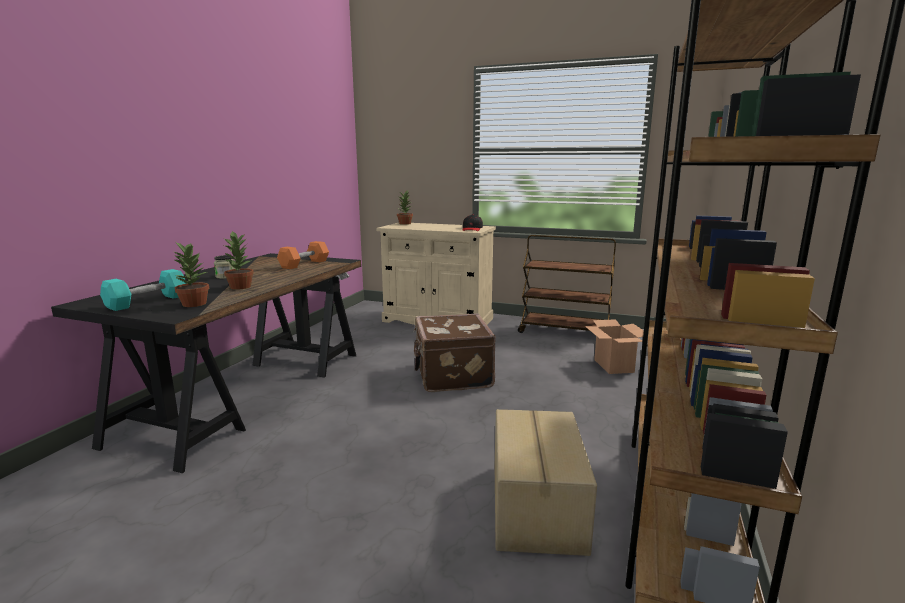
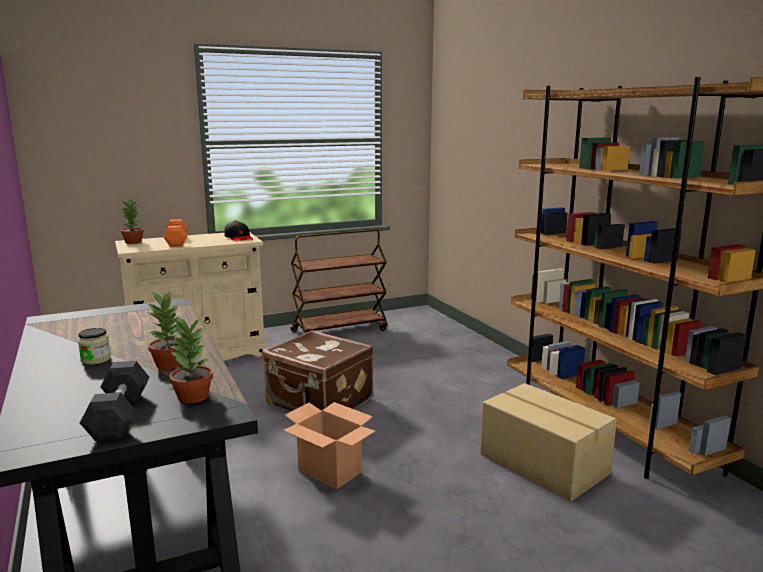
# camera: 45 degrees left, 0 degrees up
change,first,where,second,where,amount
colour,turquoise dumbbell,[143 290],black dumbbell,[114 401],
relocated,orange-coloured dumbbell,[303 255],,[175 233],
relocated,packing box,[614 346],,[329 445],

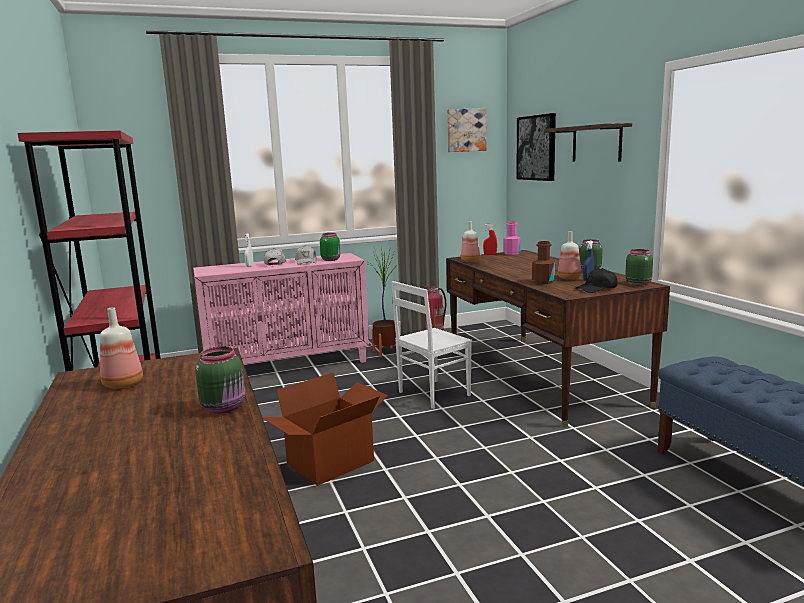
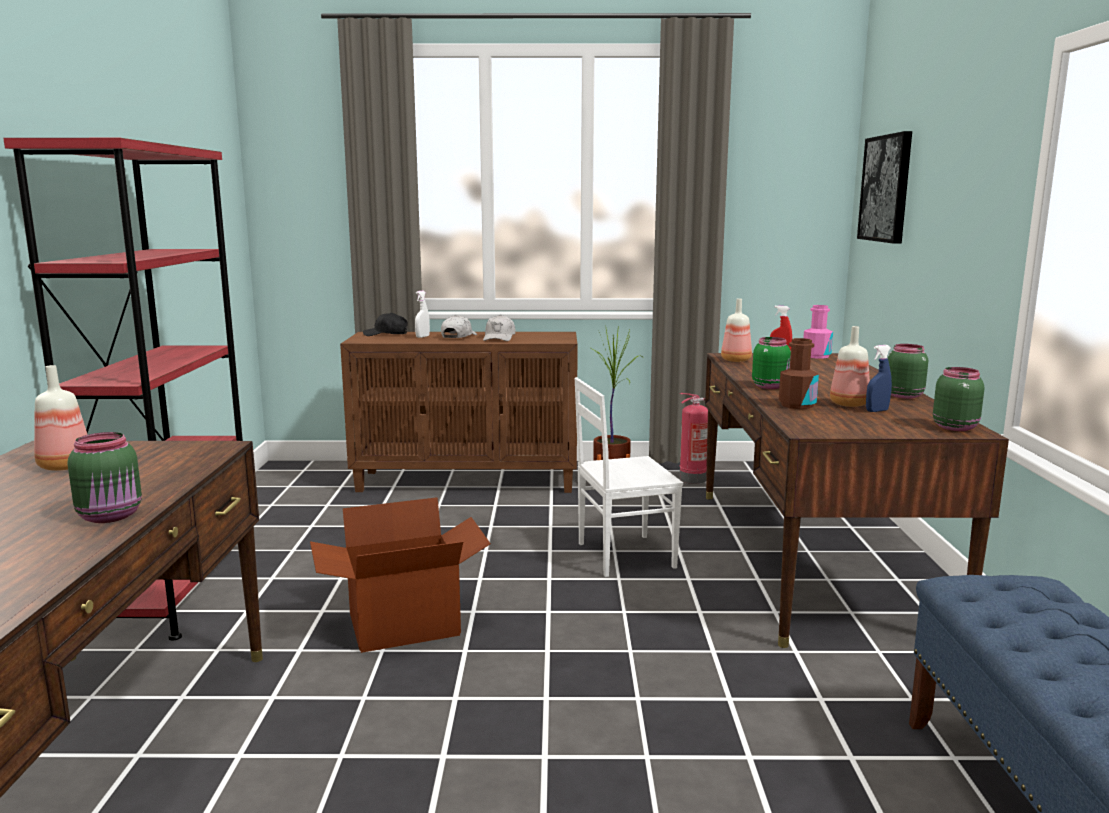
# camera: 20 degrees right, 0 degrees up
change,first,where,second,where,amount
colour,pink storage cabinet,[281 308],brownish storage cabinet,[459 412],
relocated,green-coloured jar,[330 247],,[771 363],
missing,wall art,[466 130],,,
missing,shelf,[588 142],,,
relocated,black cap,[597 280],,[385 324],

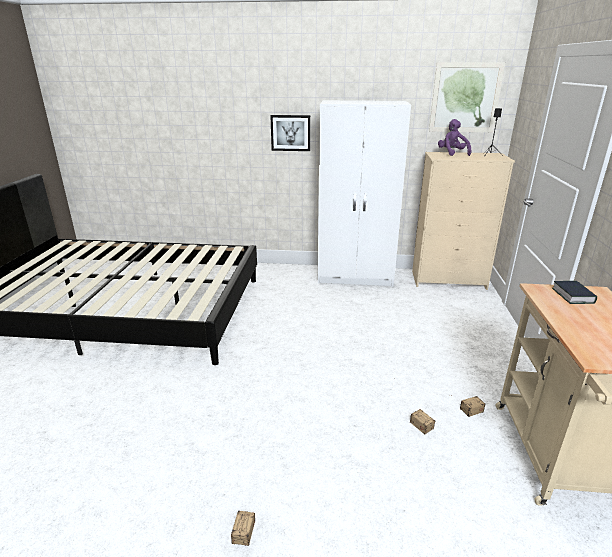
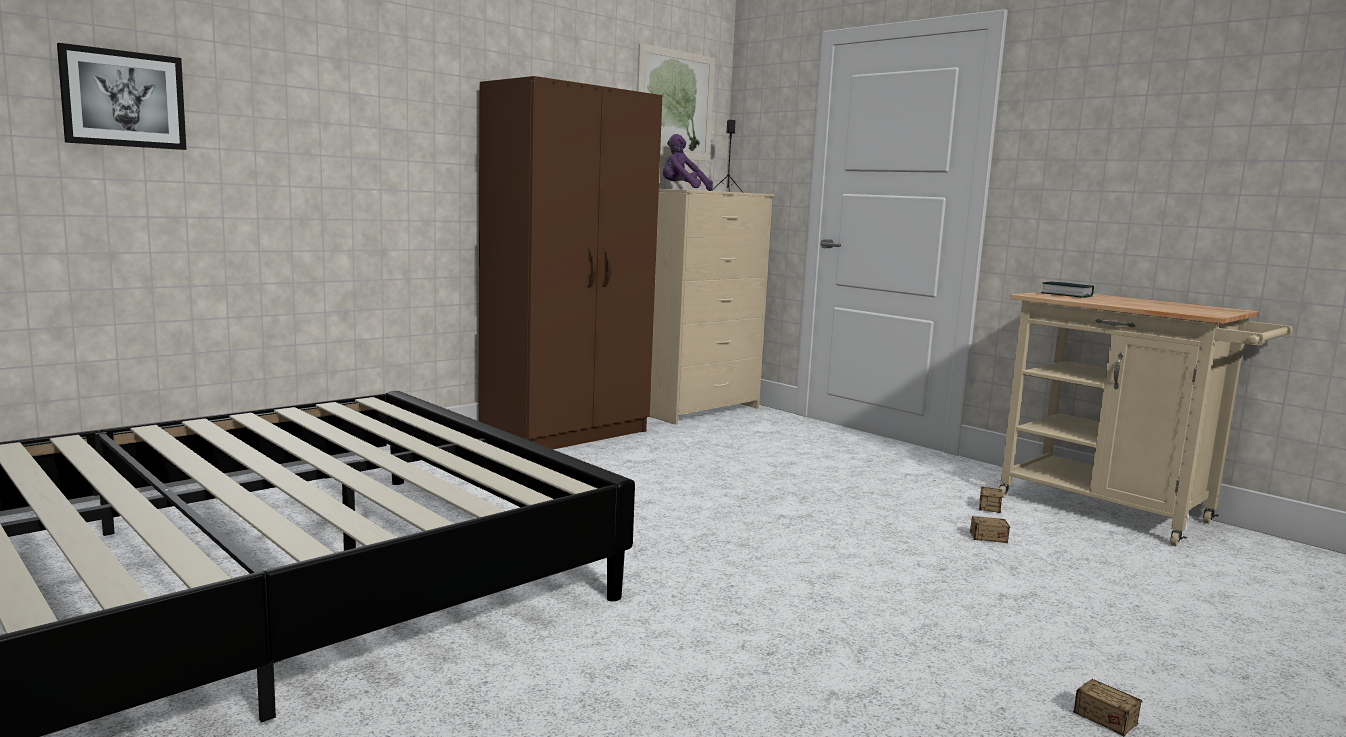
# camera: 50 degrees left, 15 degrees down
change,first,where,second,where,amount
relocated,wall art,[290 133],,[121 96],
colour,white armoire,[364 193],brownish armoire,[570 262],

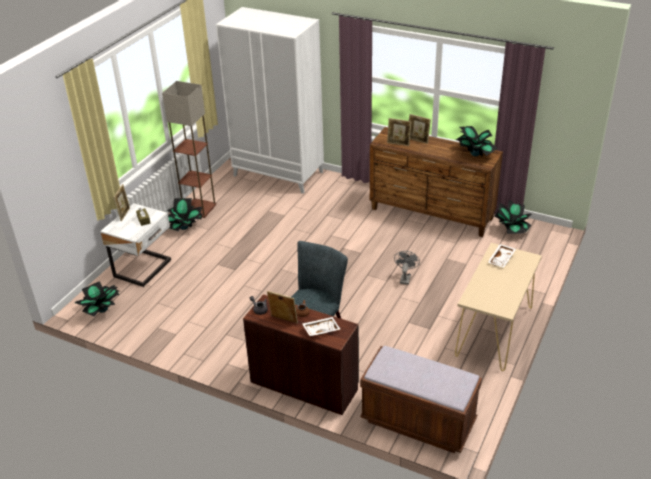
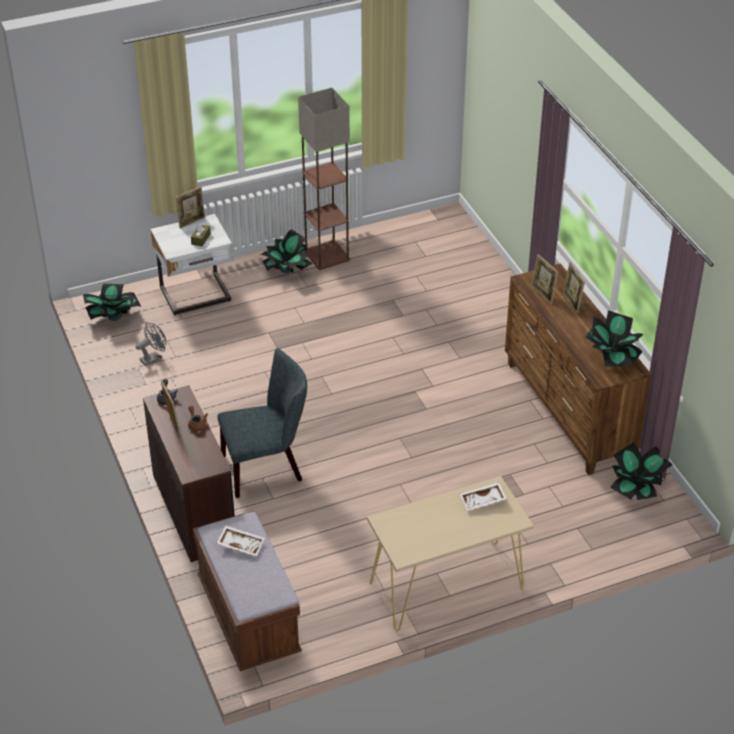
# camera: 40 degrees right, 5 degrees up
change,first,where,second,where,amount
missing,white armoire,[270 100],,,
relocated,white serving tray,[321 326],,[241 541],
relocated,grey electric fan,[407 268],,[151 344],

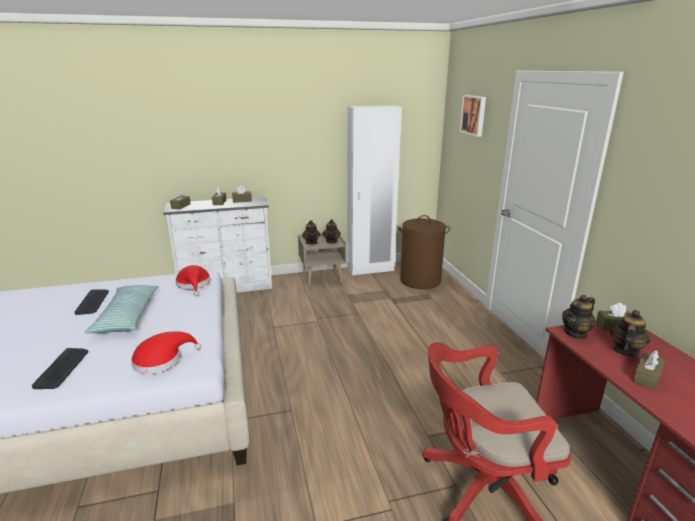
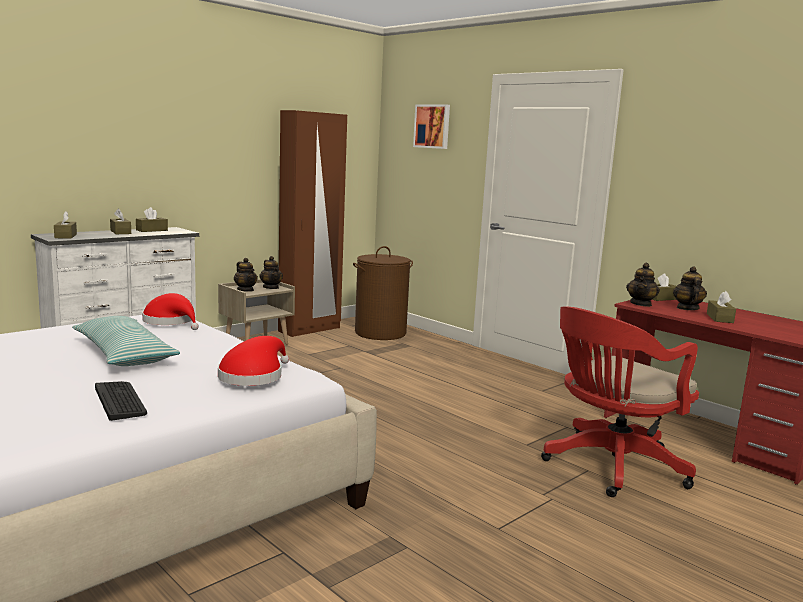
# camera: 30 degrees left, 10 degrees down
change,first,where,second,where,amount
missing,computer keyboard,[92 302],,,
colour,white armoire,[375 190],brownish armoire,[312 223],

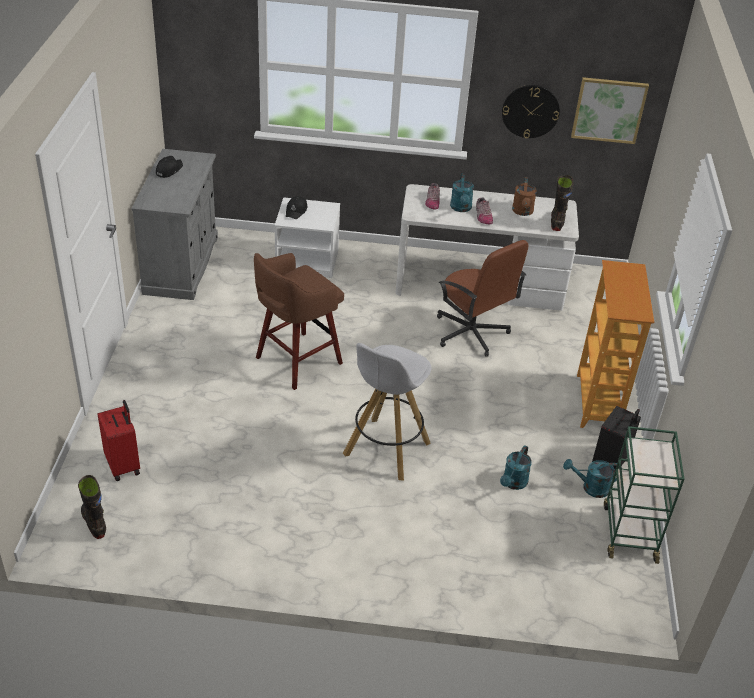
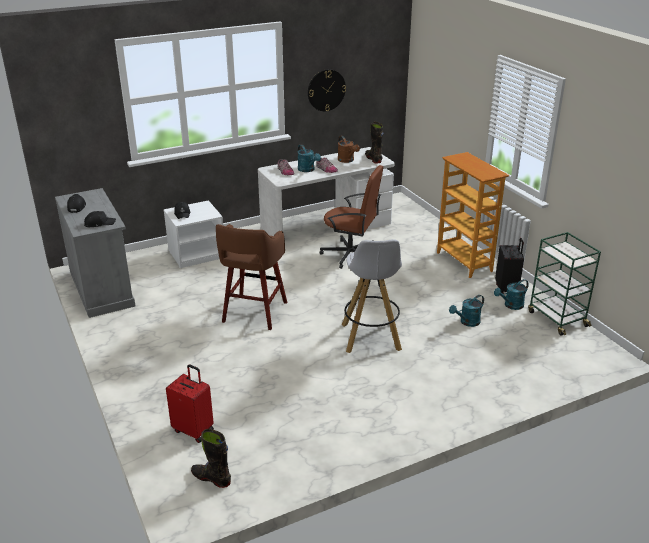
# camera: 30 degrees left, 10 degrees down
change,first,where,second,where,amount
spun,turquoise watering pot,[516 467],,[466 311],60 degrees clockwise
missing,wall art,[610 110],,,
appeared,,,black cap,[100 219],

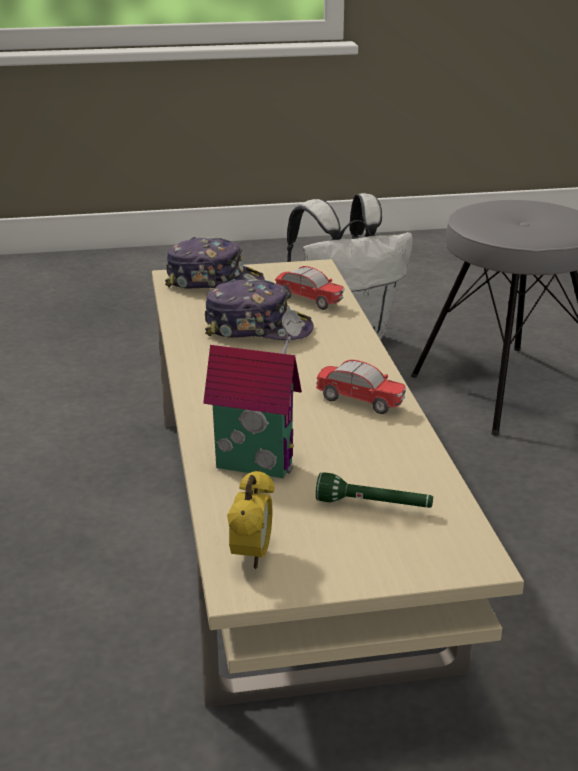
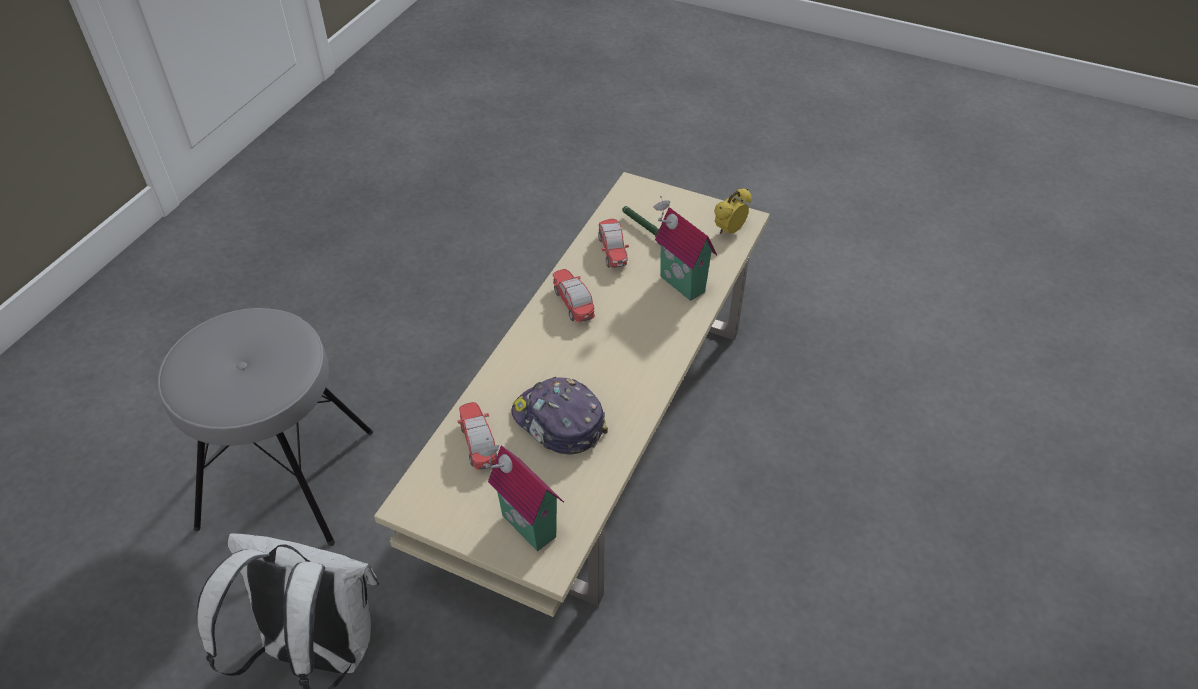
# camera: 145 degrees left, 20 degrees up
change,first,where,second,where,amount
exchanged,cap,[215 262],model house,[521 494],
appeared,,,model car,[613 243],

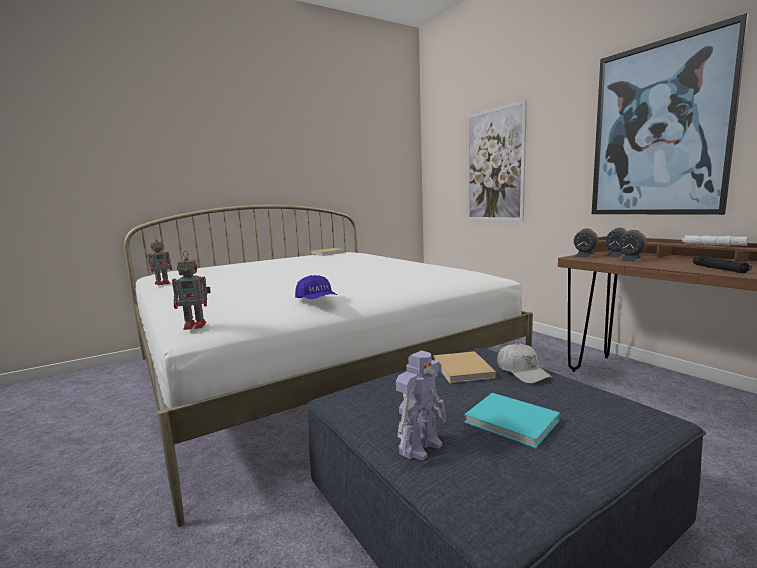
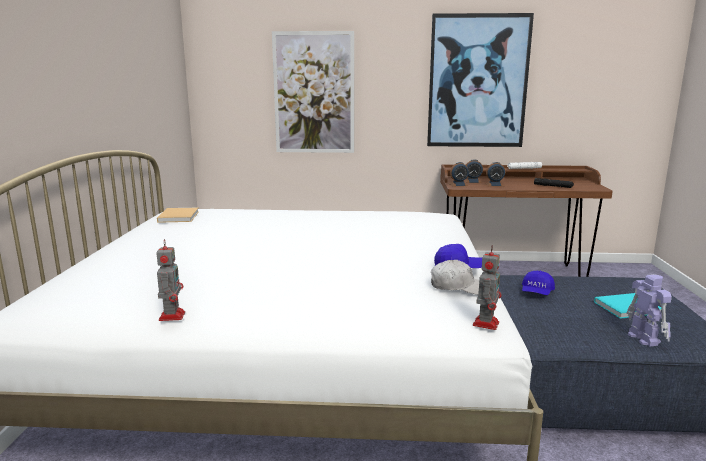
# camera: 55 degrees left, 5 degrees up
change,first,where,second,where,amount
exchanged,sand-coloured book,[464 367],blue cap,[538 283],
relocated,white cap,[524 363],,[455 277],

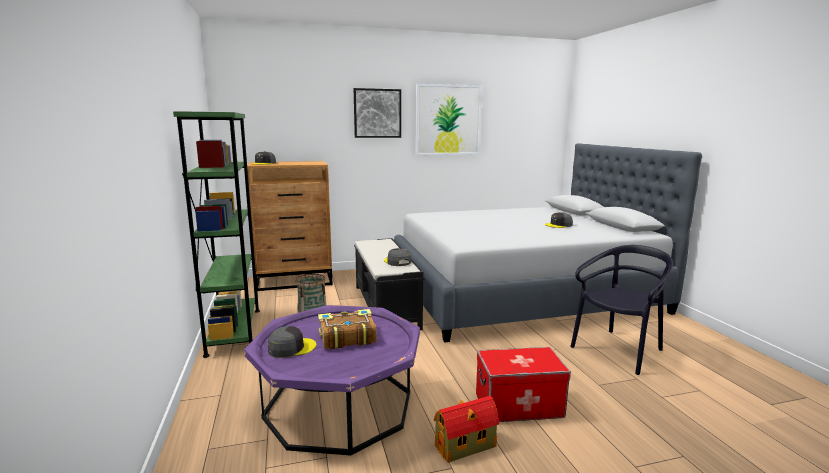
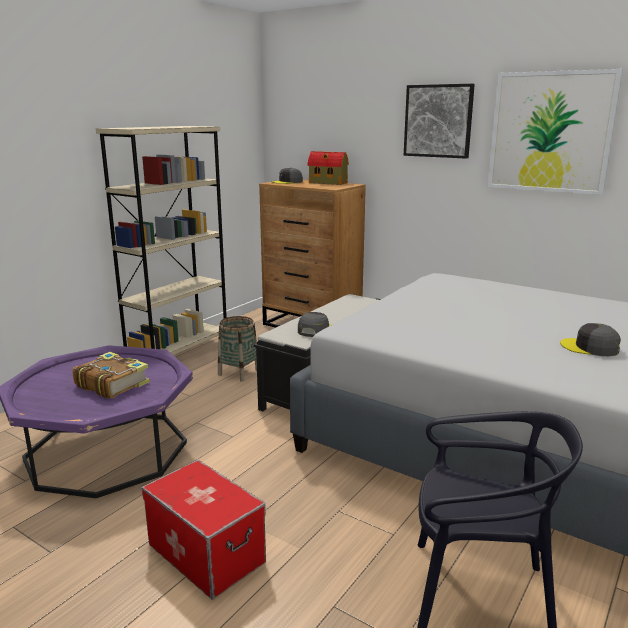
# camera: 50 degrees right, 5 degrees up
change,first,where,second,where,amount
colour,green-coloured shelving unit,[216 234],sand-coloured shelving unit,[161 240],
missing,grey cap,[292 342],,,
relocated,model house,[466 429],,[328 168],

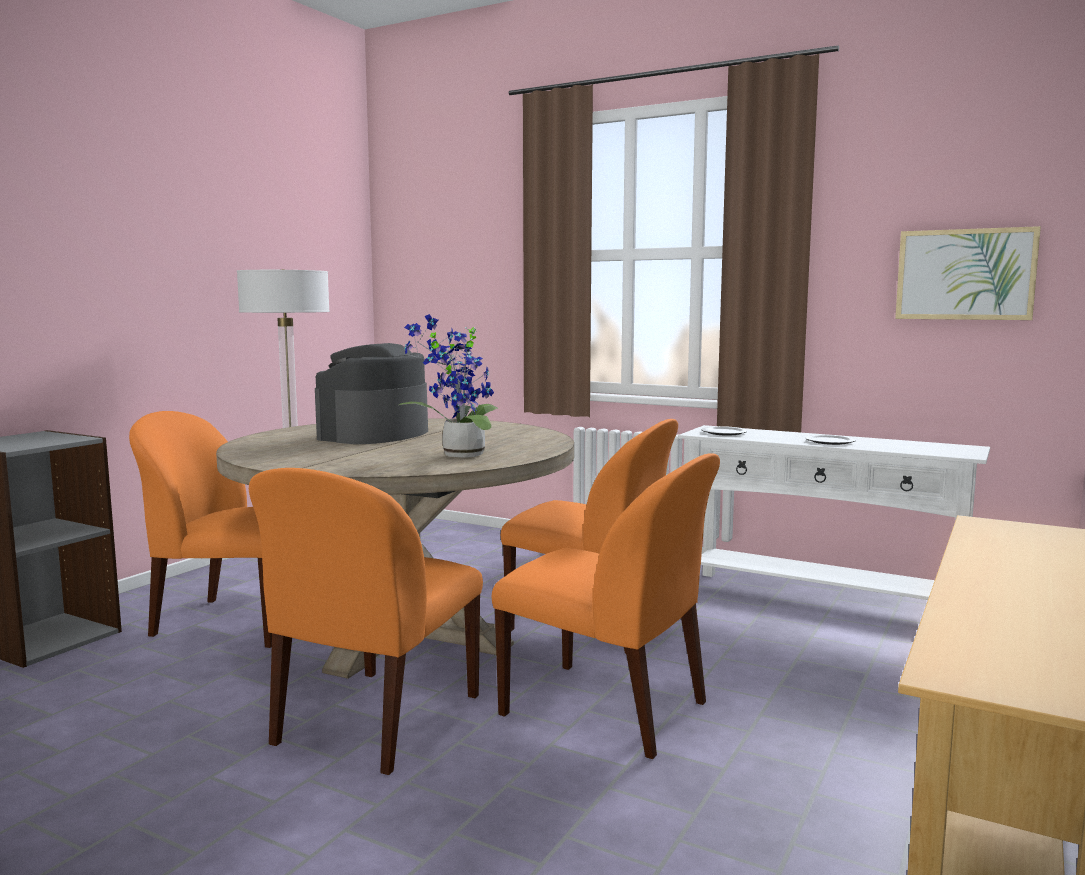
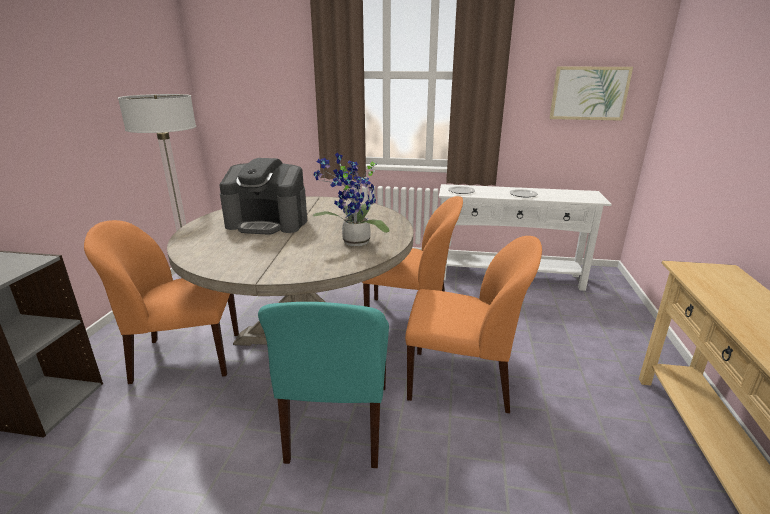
# camera: 20 degrees left, 15 degrees up
change,first,where,second,where,amount
colour,orange-coloured chair,[366 621],turquoise chair,[323 385],
spun,coffee brewer,[371 393],,[263 196],90 degrees counterclockwise

